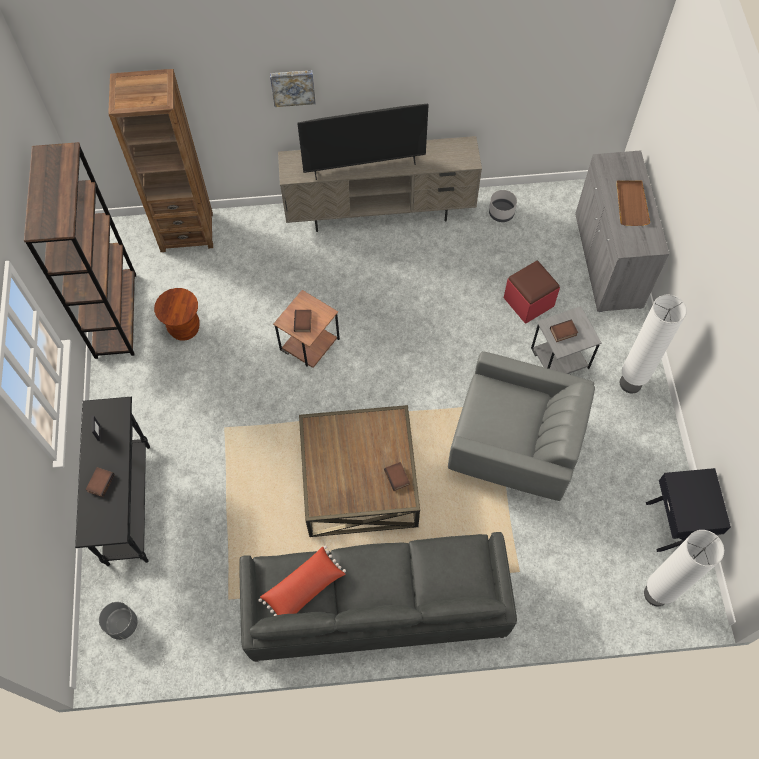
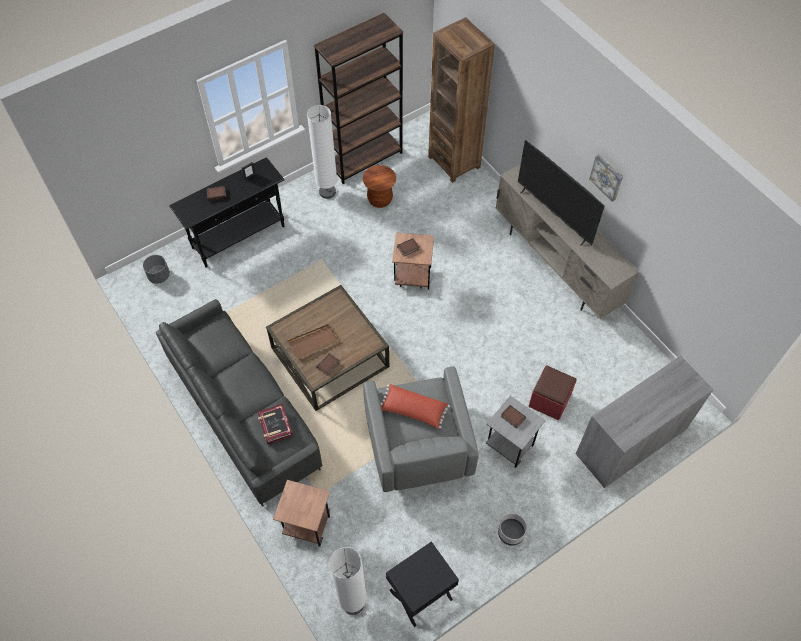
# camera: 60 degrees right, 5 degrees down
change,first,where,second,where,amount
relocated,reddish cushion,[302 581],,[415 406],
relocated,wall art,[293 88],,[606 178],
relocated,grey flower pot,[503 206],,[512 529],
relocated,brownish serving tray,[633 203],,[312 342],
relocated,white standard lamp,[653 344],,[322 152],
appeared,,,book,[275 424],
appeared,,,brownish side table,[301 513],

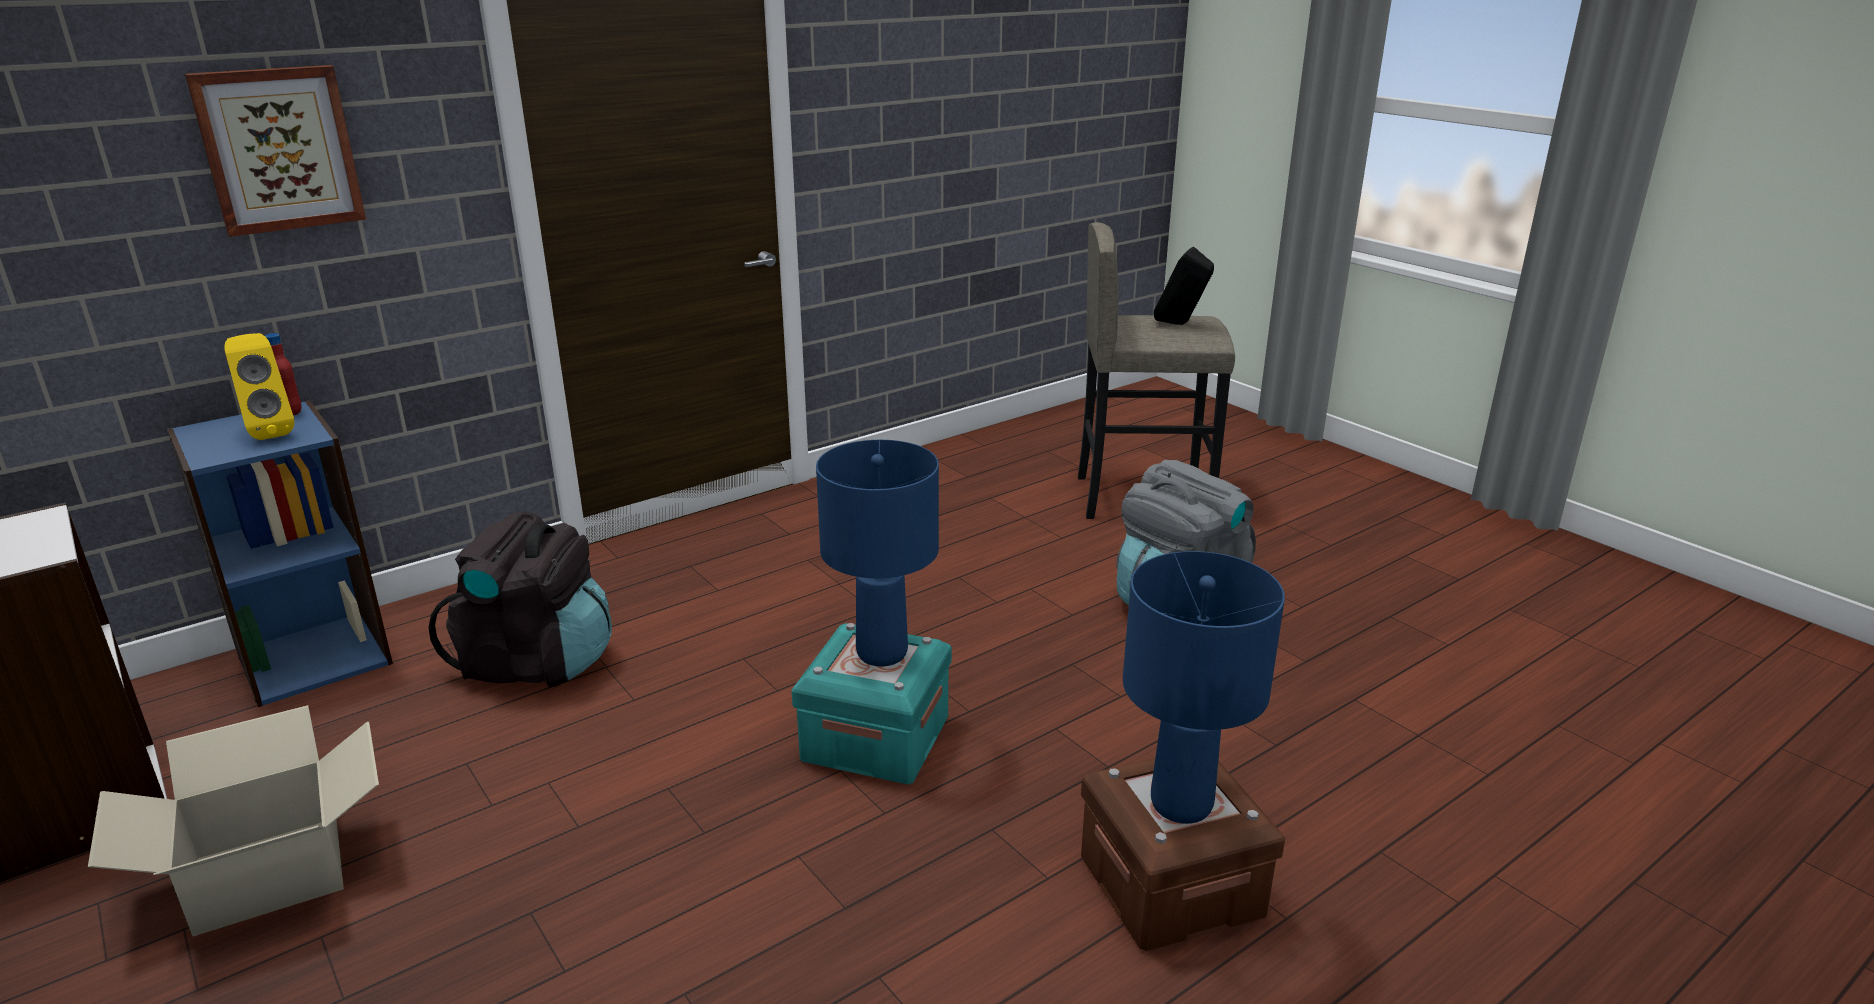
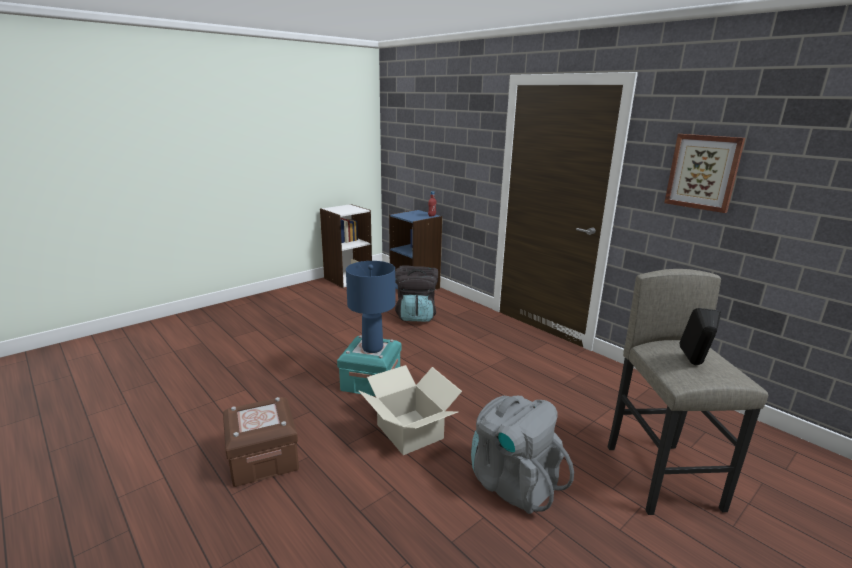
# camera: 85 degrees right, 5 degrees down
change,first,where,second,where,amount
relocated,packing box,[233 820],,[410 410],
relocated,wall art,[275 151],,[704 173],
missing,yellowish loudspeaker,[259 386],,,
missing,blue tabletop lamp,[1204 687],,,

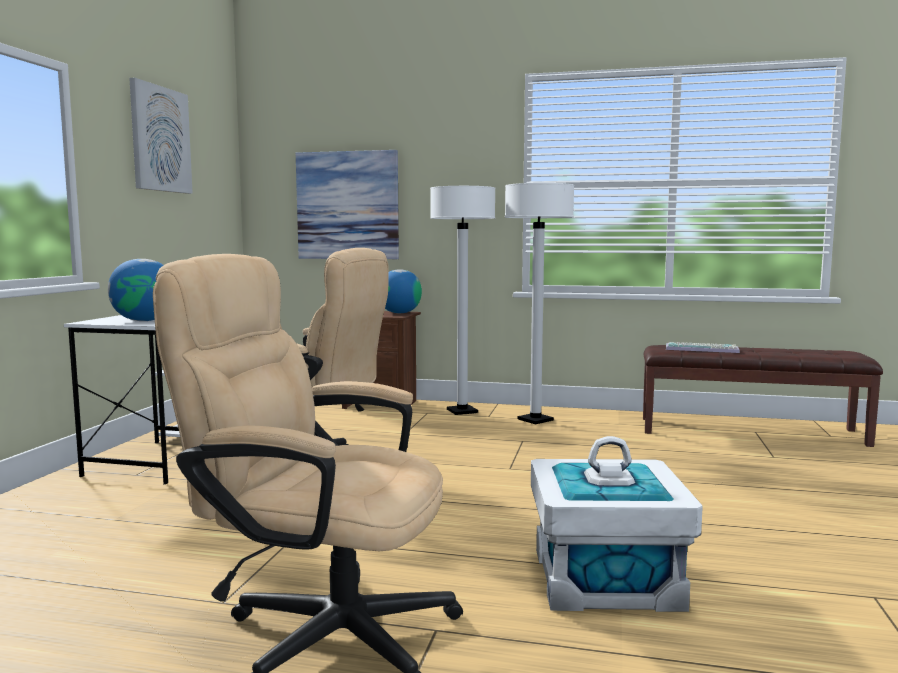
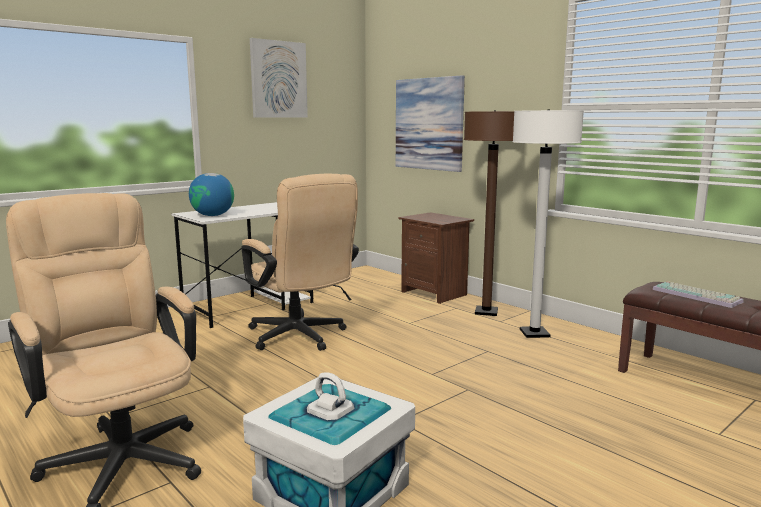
# camera: 35 degrees right, 5 degrees up
change,first,where,second,where,amount
missing,globe,[403 291],,,
colour,white standard lamp,[462 300],brownish standard lamp,[489 213],

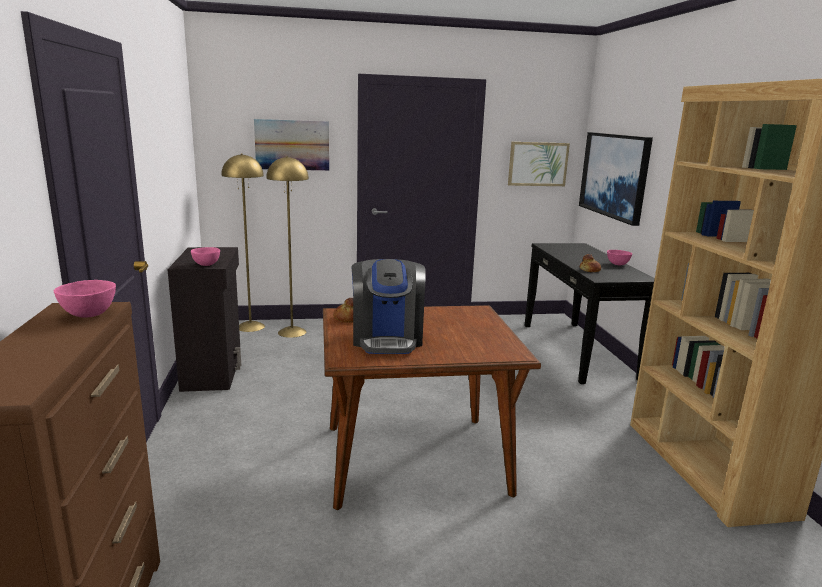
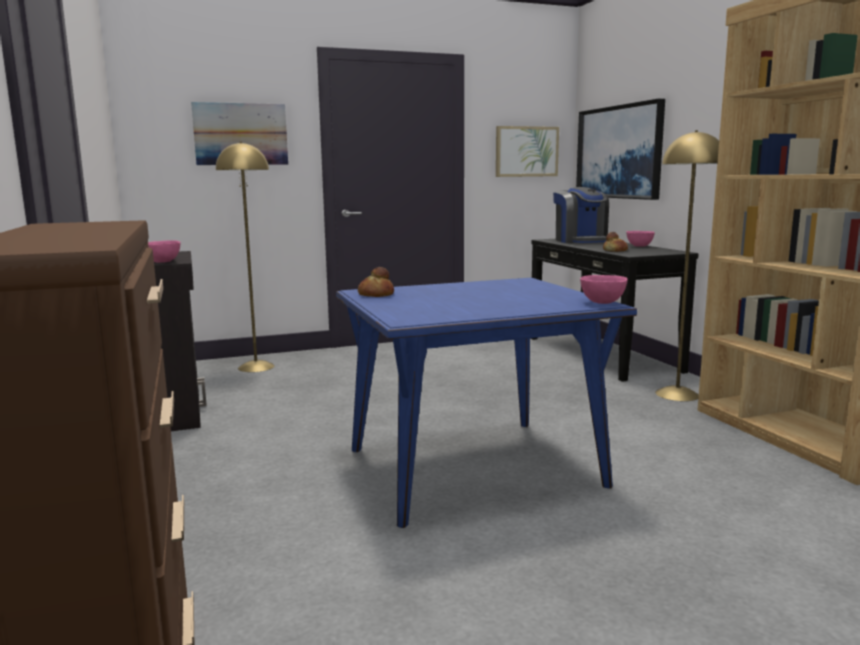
# camera: 10 degrees left, 5 degrees down
change,first,where,second,where,amount
relocated,pink deep dish,[85 299],,[604 289],
relocated,yellowish standard lamp,[243 243],,[687 265],
colour,brownish kitchen table,[432 407],blue kitchen table,[486 403],
relocated,coffee brewer,[388 306],,[581 215],

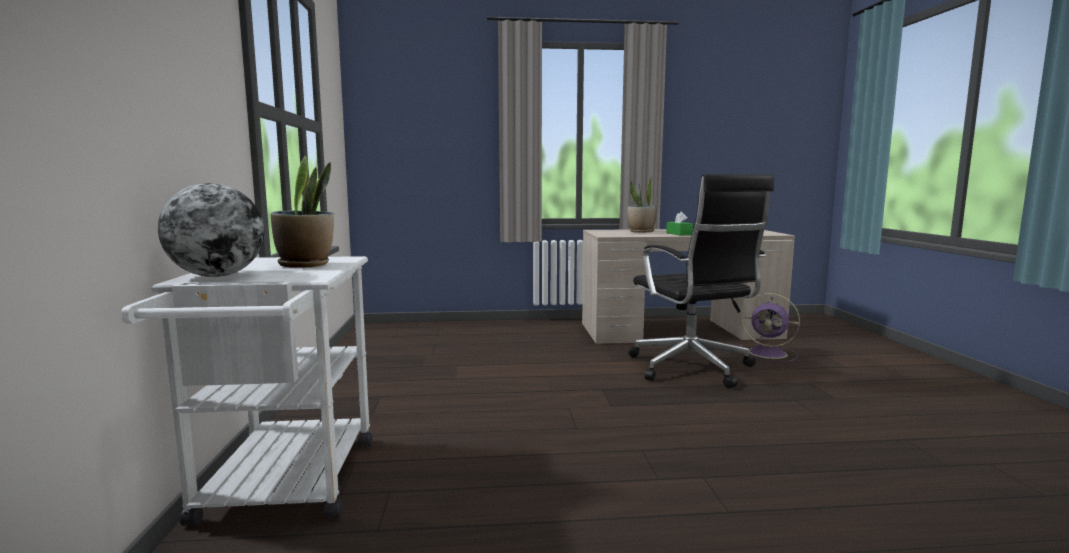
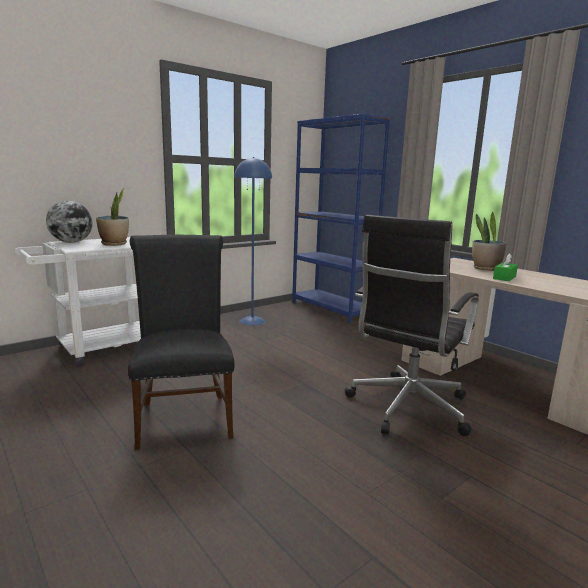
# camera: 55 degrees right, 5 degrees up
change,first,where,second,where,amount
missing,purplish electric fan,[770 327],,,
appeared,,,black chair,[181 342],
appeared,,,blue standard lamp,[253 241],
appeared,,,blue shelving unit,[341 218],

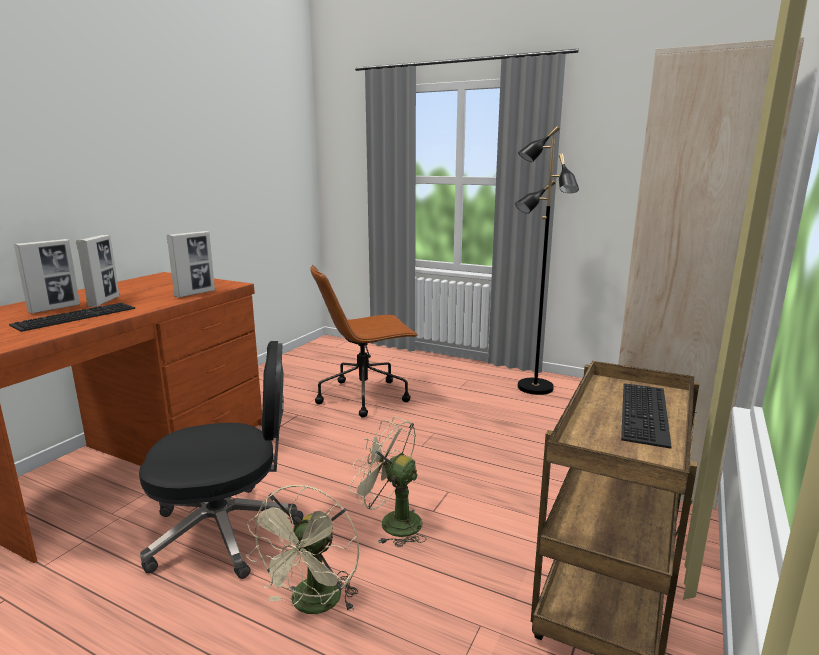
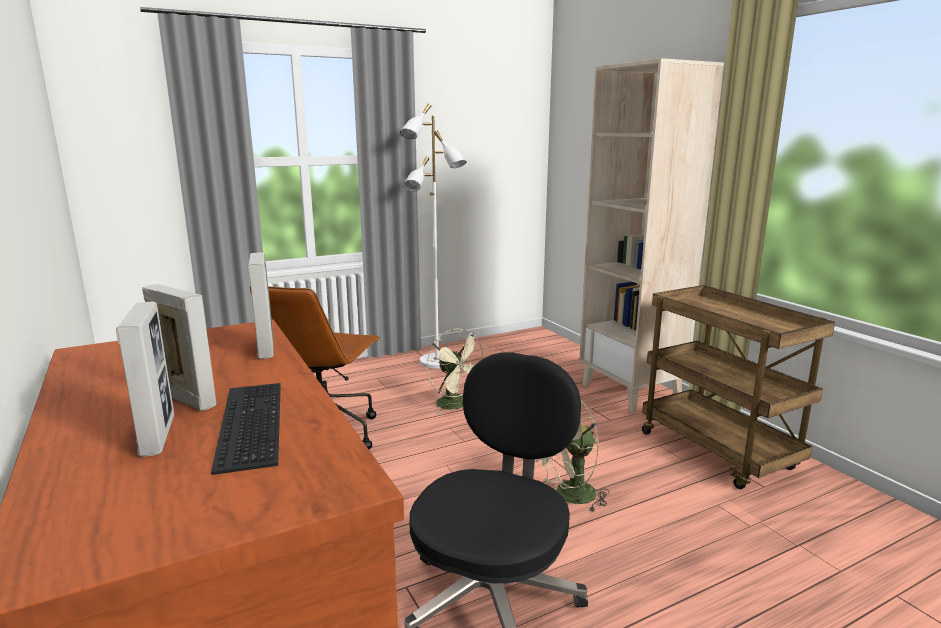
# camera: 55 degrees left, 0 degrees up
change,first,where,second,where,amount
relocated,sand-coloured electric fan,[302 549],,[457 371],
colour,black standard lamp,[547 260],white standard lamp,[433 236],
missing,computer keyboard,[646 416],,,

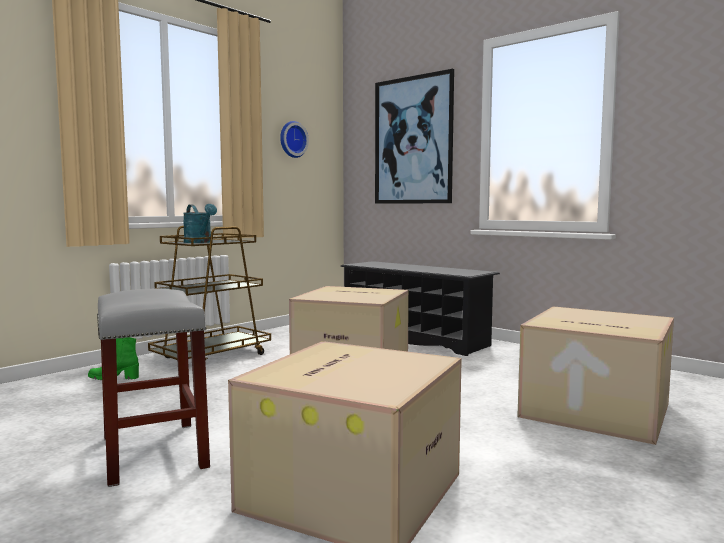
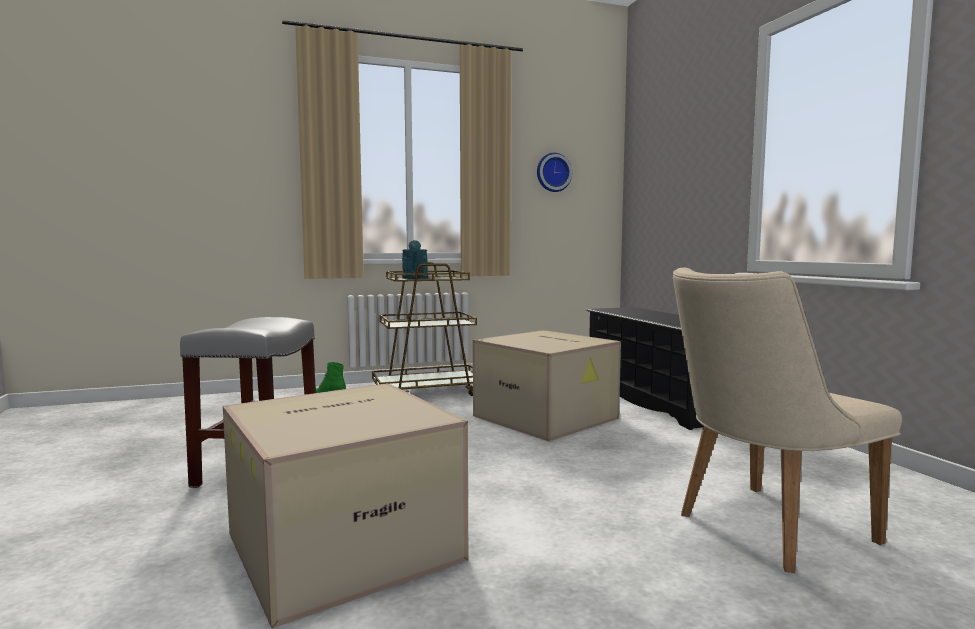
# camera: 30 degrees right, 0 degrees up
change,first,where,second,where,amount
missing,wall art,[414 136],,,
exchanged,packing box,[595 375],sand-coloured chair,[787 420],

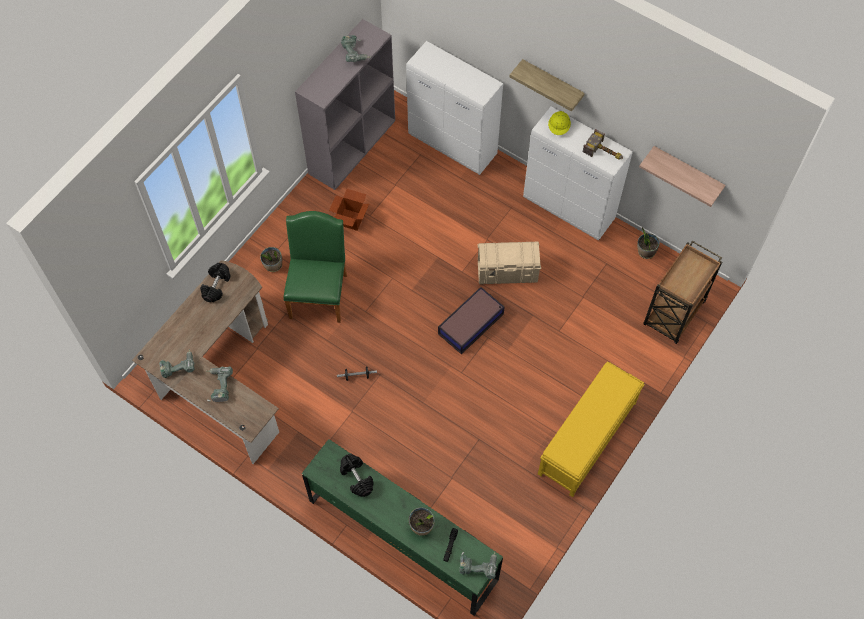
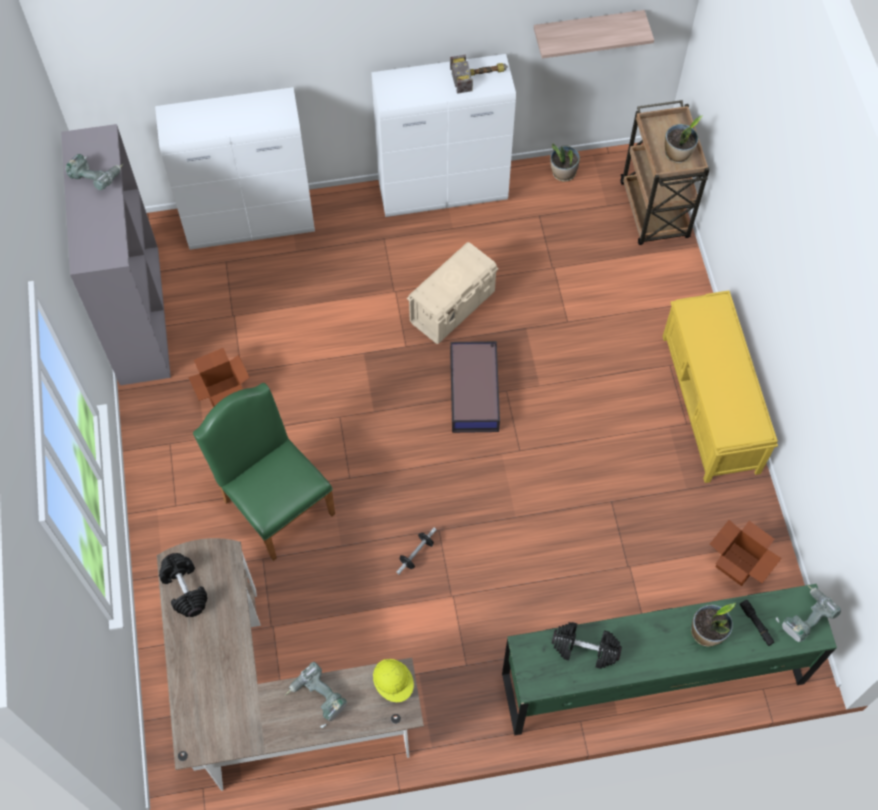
# camera: 45 degrees left, 0 degrees up
change,first,where,second,where,amount
missing,drill,[177 363],,,
relocated,potted plant,[271 259],,[683 139],
missing,shelf,[547 85],,,
relocated,yellowish work helmet,[559 123],,[393 680],
appeared,,,packing box,[746 553],

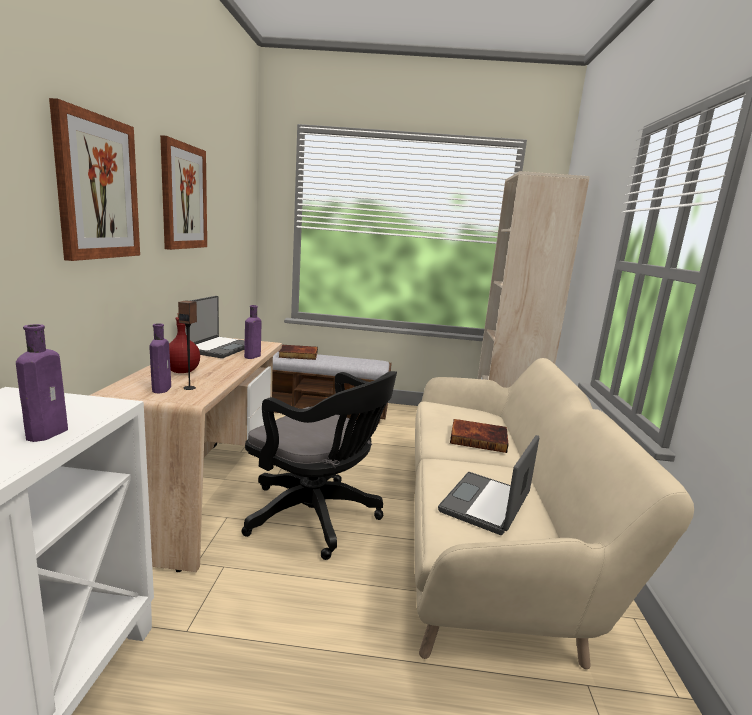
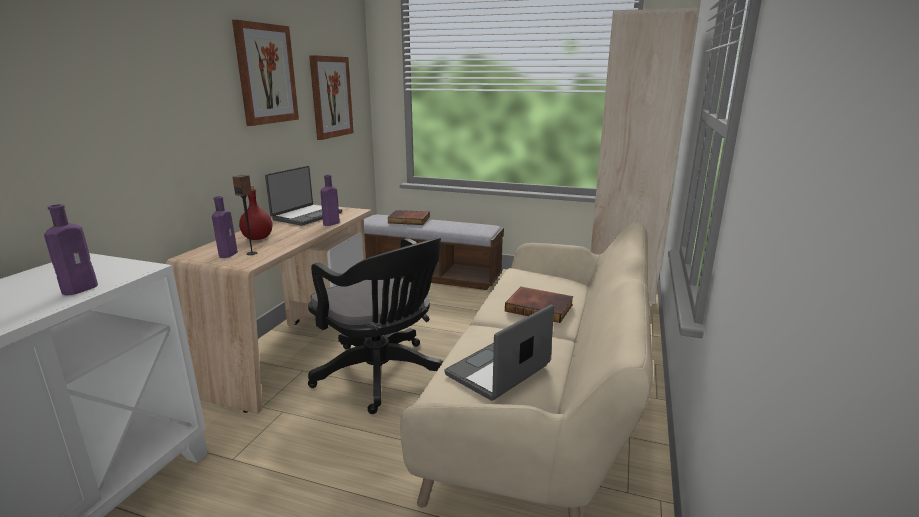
# camera: 15 degrees right, 5 degrees up
change,first,where,second,where,amount
relocated,wall art,[94 179],,[331 97],

